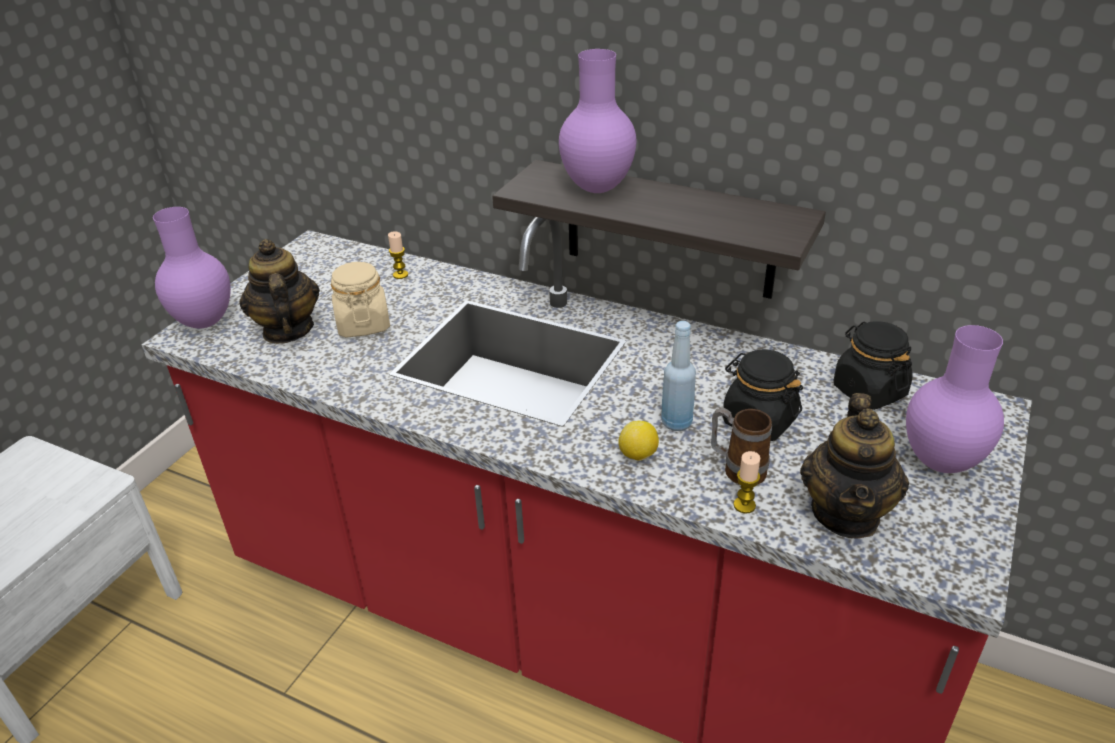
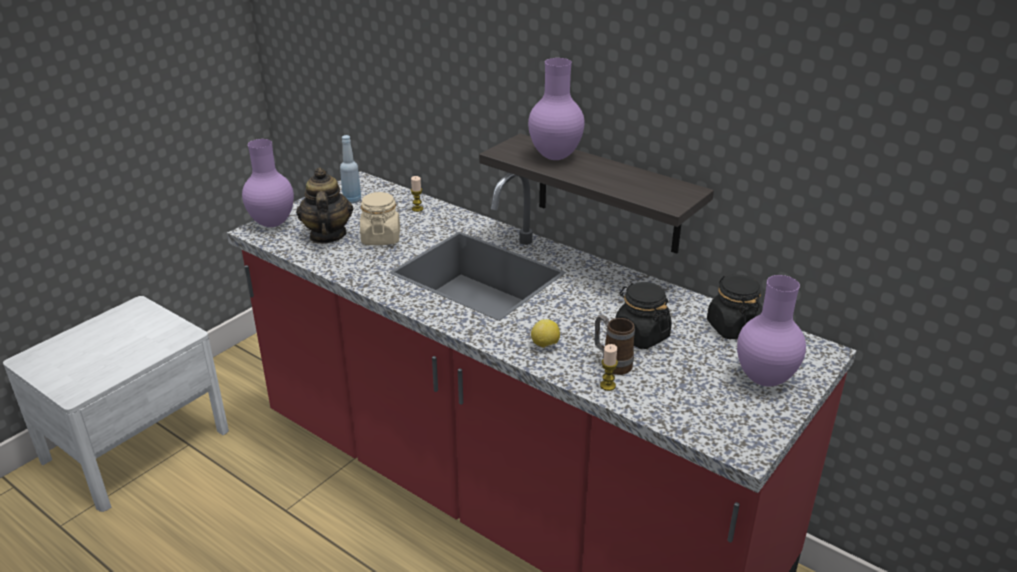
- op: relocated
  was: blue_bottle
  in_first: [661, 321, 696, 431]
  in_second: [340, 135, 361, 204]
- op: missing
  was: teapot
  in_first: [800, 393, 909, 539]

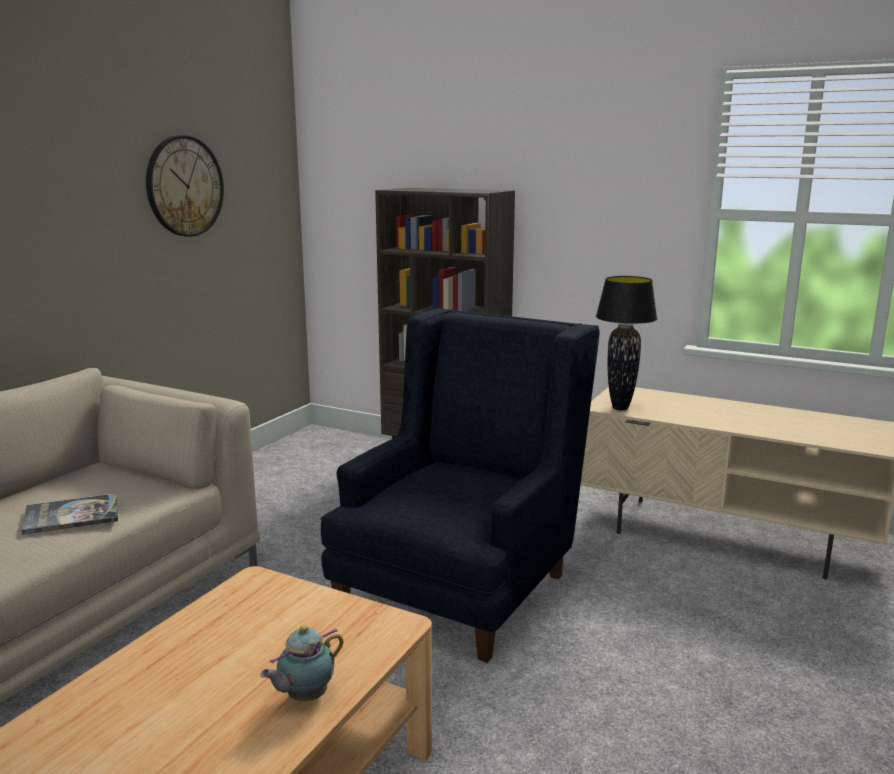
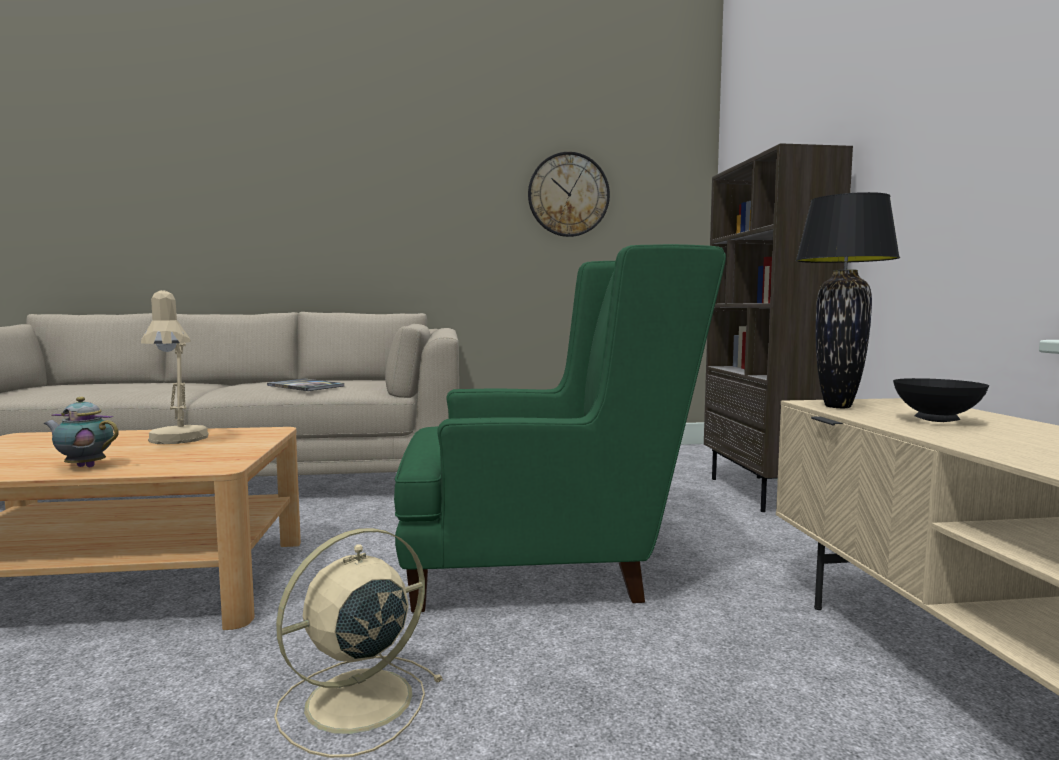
- op: colour
  was: blue_armchair
  now: green_armchair
  in_first: [321, 308, 600, 663]
  in_second: [394, 244, 726, 612]
- op: appeared
  now: beige_table_lamp
  in_second: [141, 290, 208, 444]
- op: appeared
  now: beige_fan
  in_second: [274, 528, 443, 758]
- op: appeared
  now: black_bowl
  in_second: [893, 378, 989, 422]

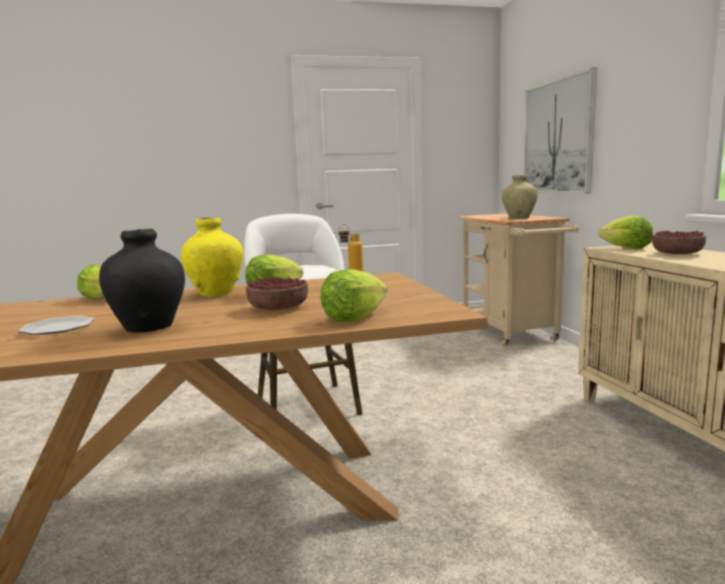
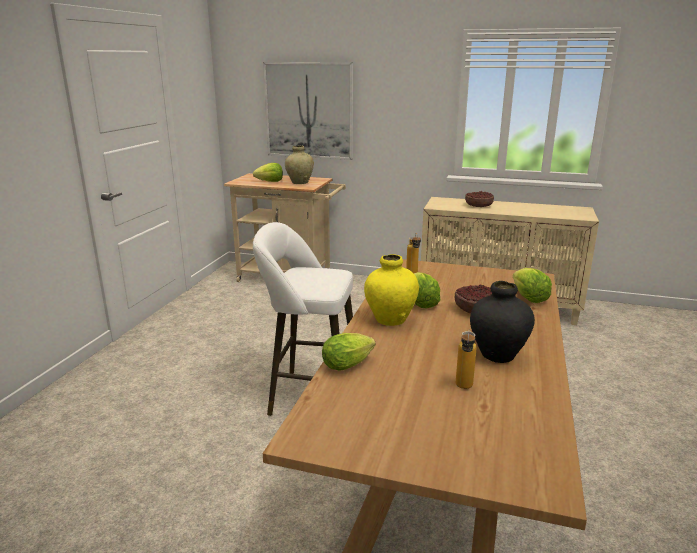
- op: exchanged
  was: plate
  now: bottle
  in_first: [18, 316, 94, 335]
  in_second: [456, 331, 477, 389]
- op: relocated
  was: lettuce
  in_first: [598, 216, 653, 249]
  in_second: [253, 163, 283, 182]

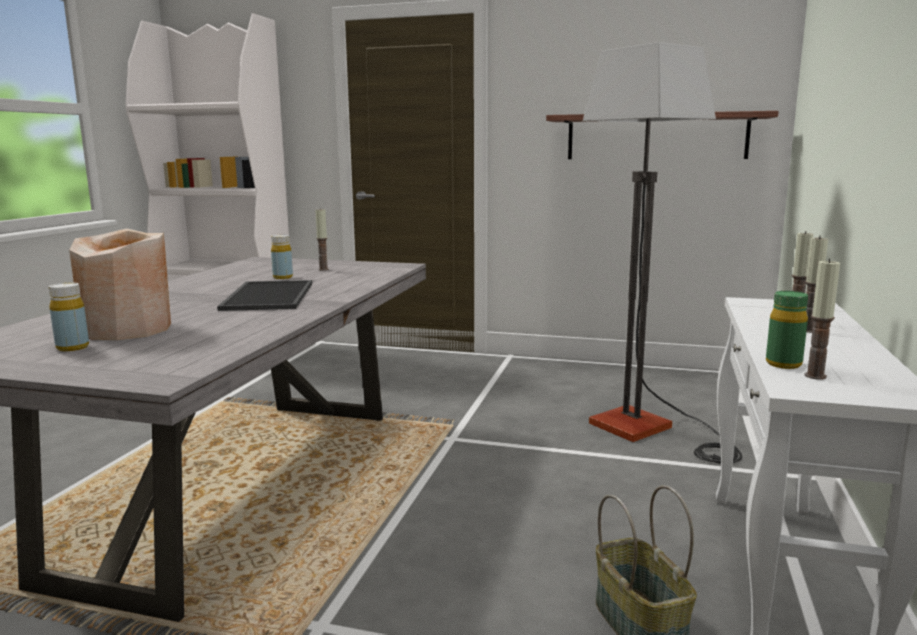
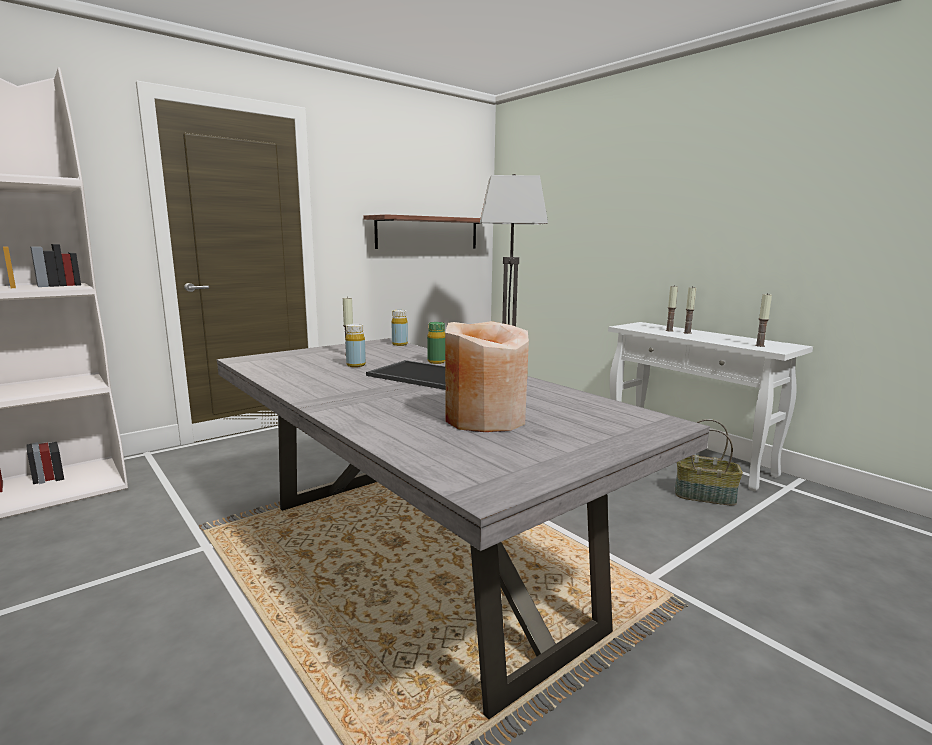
- op: relocated
  was: yellow_bottle
  in_first: [49, 283, 89, 351]
  in_second: [392, 310, 408, 346]
- op: relocated
  was: green_bottle
  in_first: [766, 291, 808, 369]
  in_second: [427, 322, 445, 364]

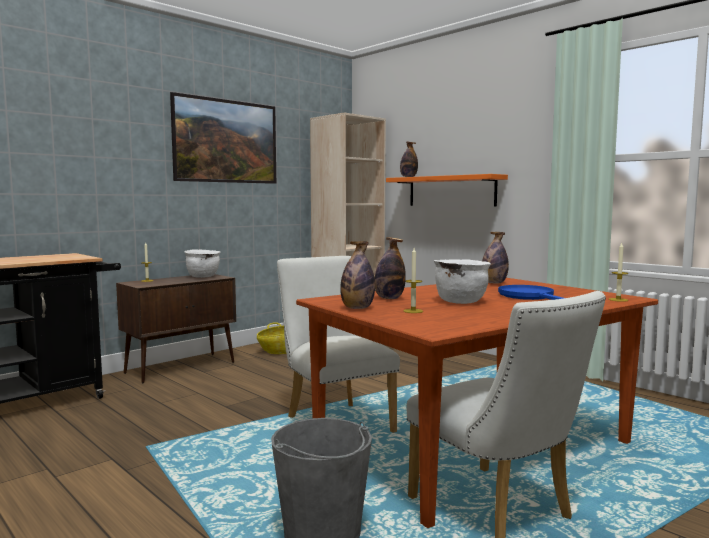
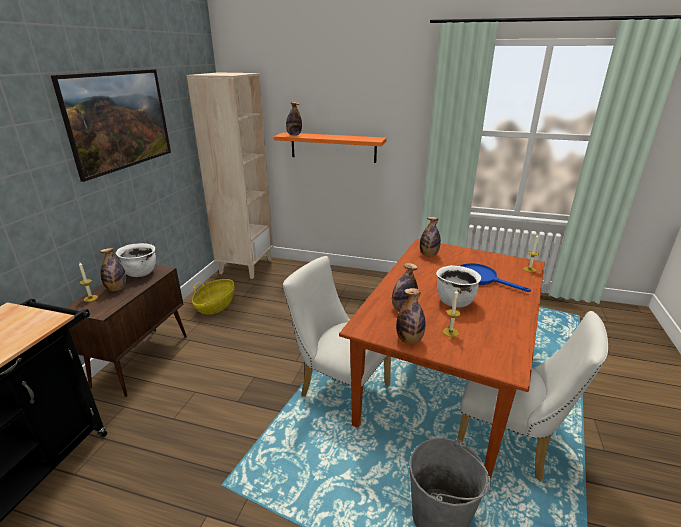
- op: appeared
  now: bottle
  in_second: [100, 248, 127, 291]

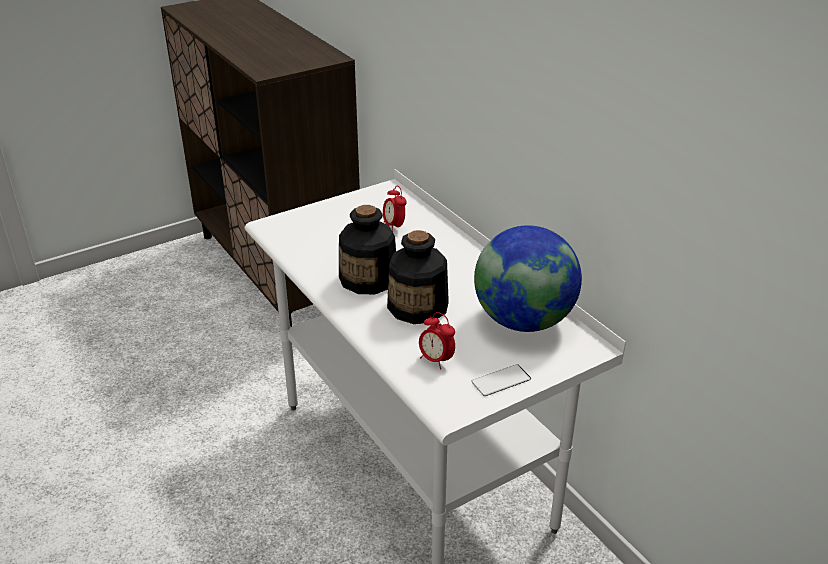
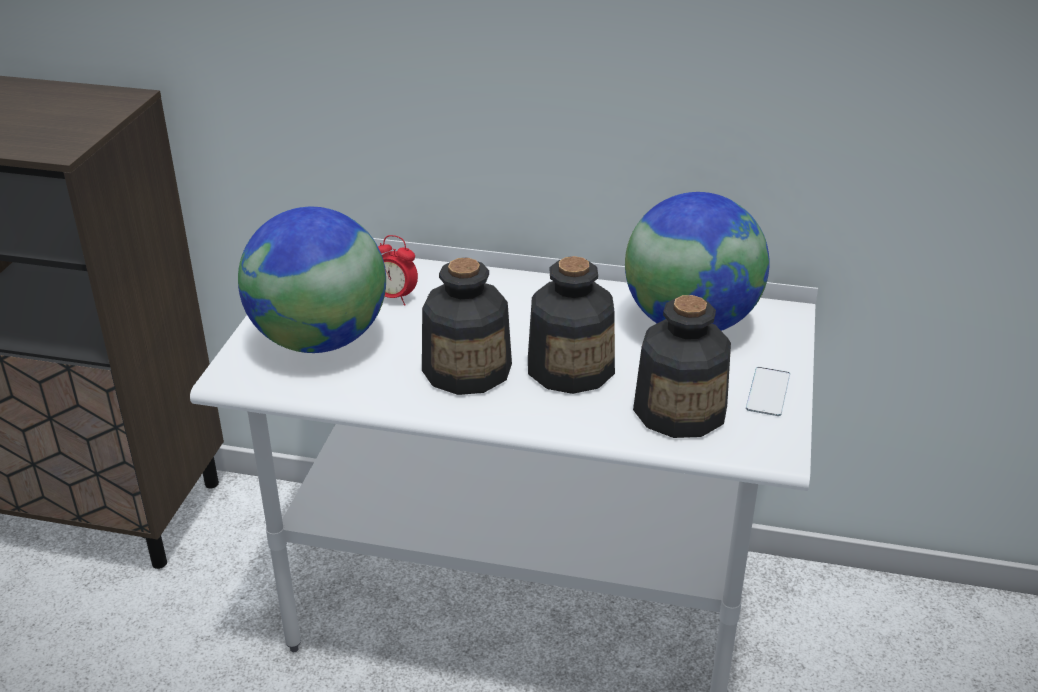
- op: exchanged
  was: alarm_clock
  now: bottle
  in_first: [419, 312, 455, 370]
  in_second: [633, 295, 731, 438]
- op: appeared
  now: globe
  in_second: [238, 207, 386, 353]

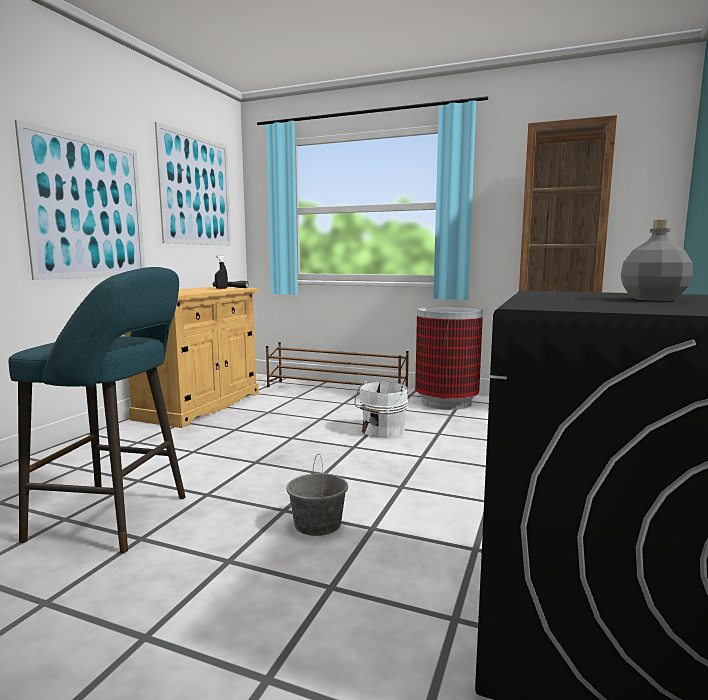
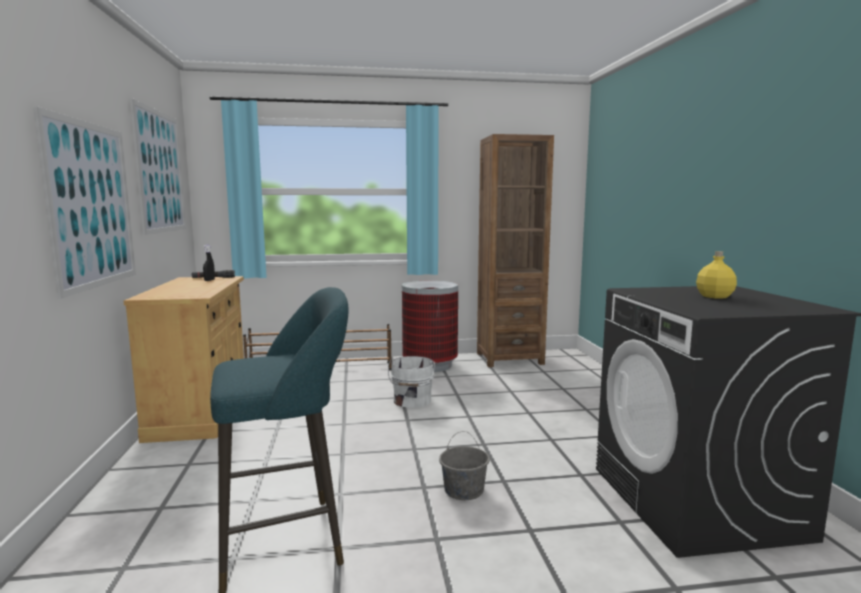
- op: colour
  was: grey_bottle
  now: yellow_bottle
  in_first: [621, 220, 693, 301]
  in_second: [696, 251, 737, 299]

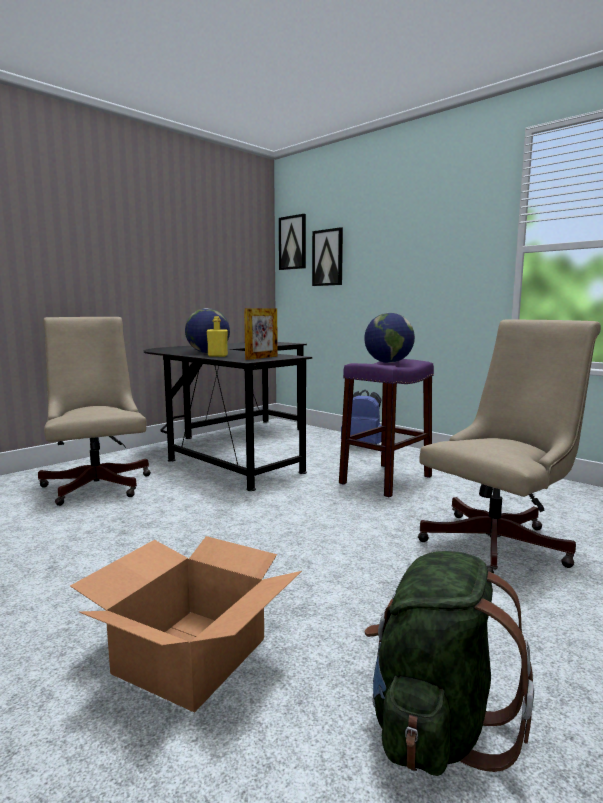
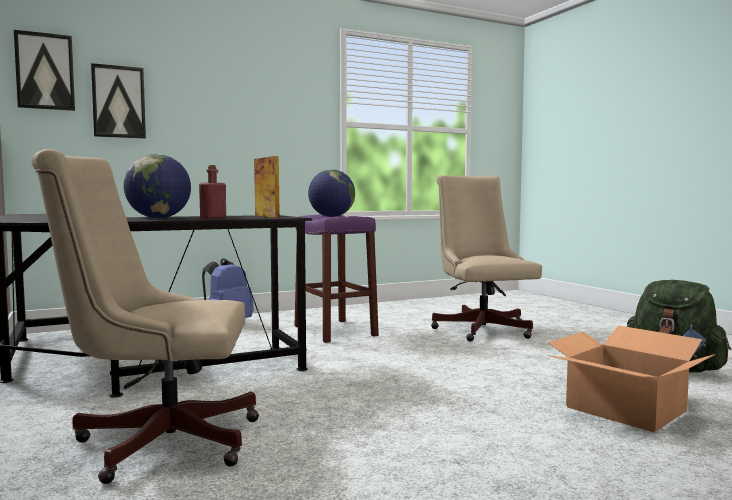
- op: colour
  was: yellow_bottle
  now: red_bottle
  in_first: [206, 316, 228, 357]
  in_second: [199, 165, 226, 219]

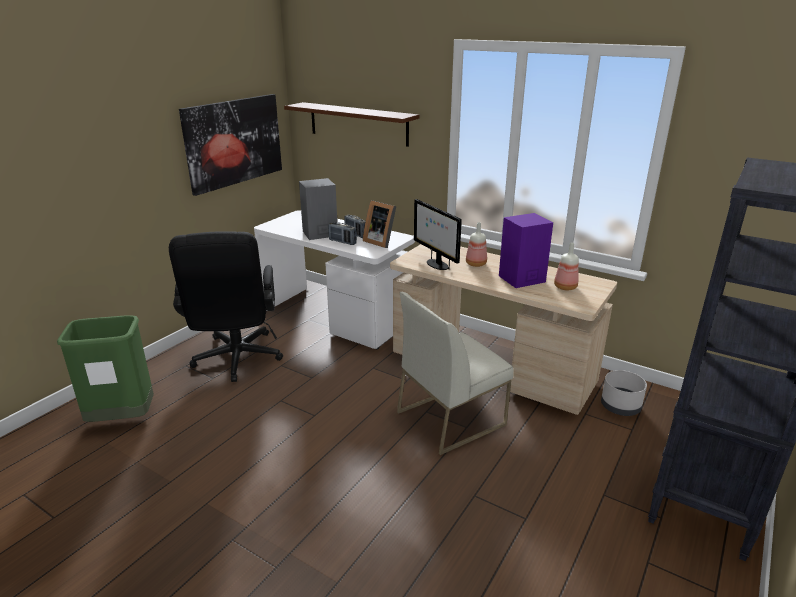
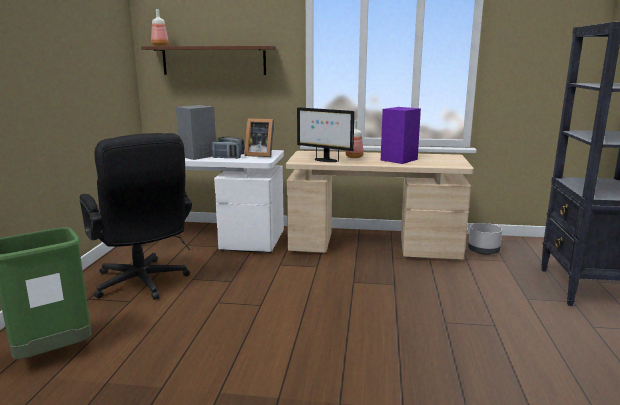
- op: missing
  was: picture
  in_first: [179, 94, 282, 196]
- op: missing
  was: white_chair
  in_first: [397, 292, 514, 455]
- op: relocated
  was: bottle
  in_first: [554, 242, 579, 290]
  in_second: [151, 9, 169, 46]

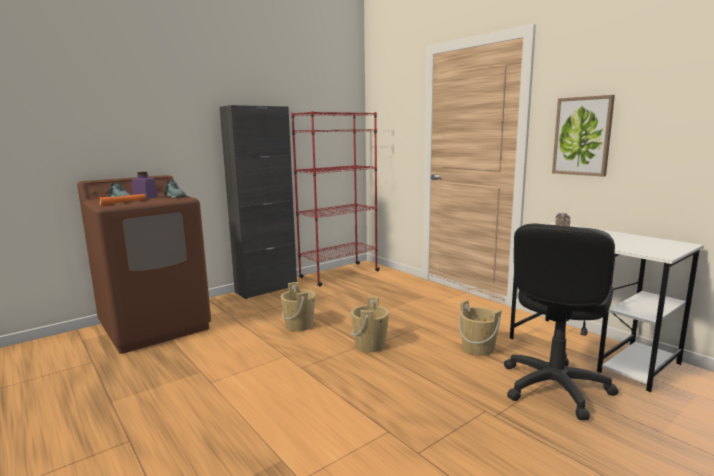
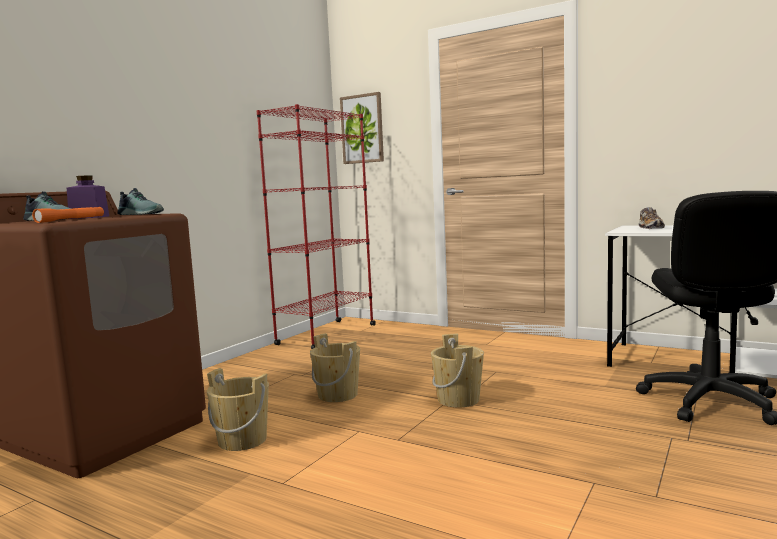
- op: missing
  was: black_cabinet
  in_first: [220, 105, 297, 299]
- op: relocated
  was: beige_bucket
  in_first: [459, 300, 502, 356]
  in_second: [207, 368, 269, 451]
- op: relocated
  was: picture
  in_first: [552, 95, 615, 177]
  in_second: [340, 92, 384, 164]

